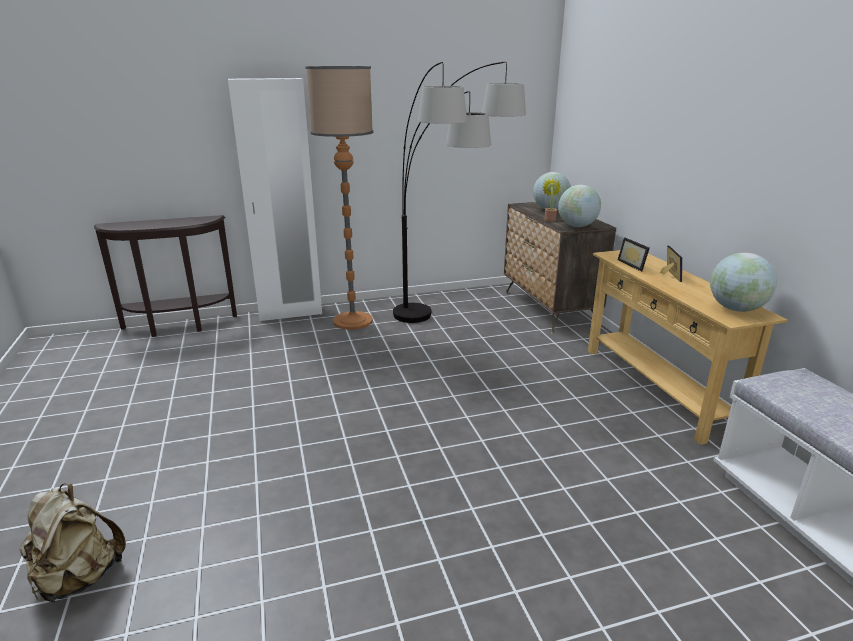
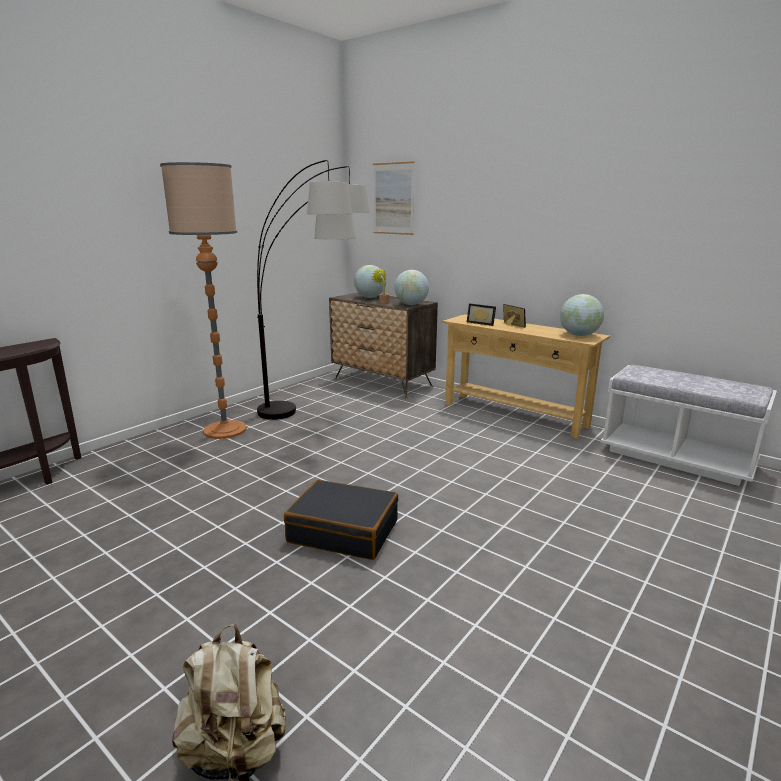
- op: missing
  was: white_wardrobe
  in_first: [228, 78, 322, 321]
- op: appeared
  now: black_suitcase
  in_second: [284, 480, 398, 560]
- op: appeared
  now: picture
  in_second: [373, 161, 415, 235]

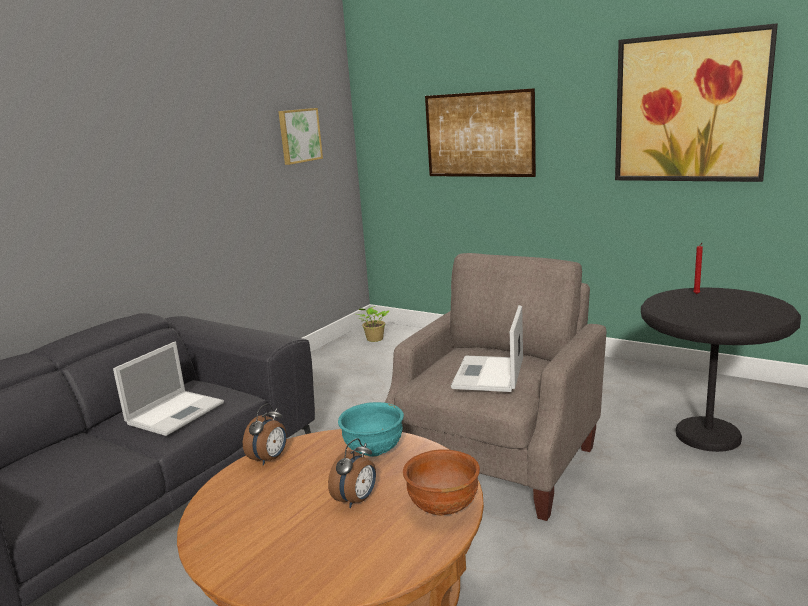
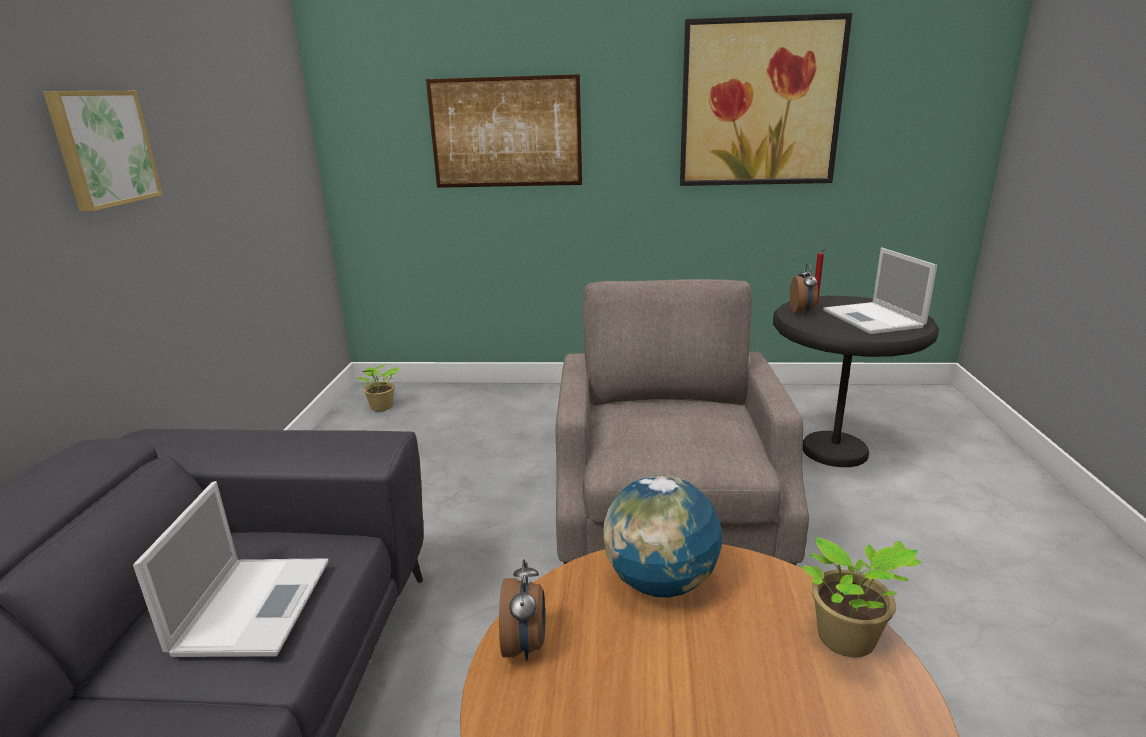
- op: relocated
  was: picture
  in_first: [278, 108, 323, 165]
  in_second: [43, 91, 163, 212]
- op: relocated
  was: alarm_clock
  in_first: [328, 438, 376, 508]
  in_second: [790, 263, 818, 316]
- op: exchanged
  was: turquoise_bowl
  now: globe
  in_first: [338, 402, 404, 457]
  in_second: [603, 476, 722, 598]
- op: exchanged
  was: brown_bowl
  now: potted_plant
  in_first: [403, 450, 480, 516]
  in_second: [802, 537, 922, 657]
- op: relocated
  was: laptop
  in_first: [451, 305, 523, 392]
  in_second: [823, 248, 937, 334]

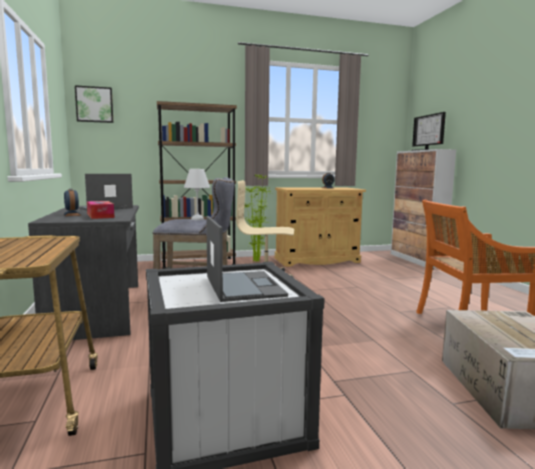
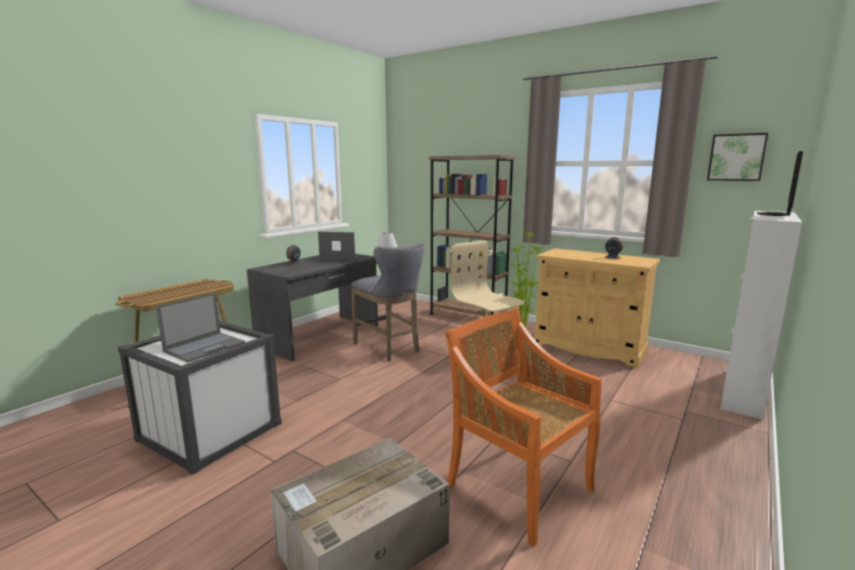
- op: relocated
  was: picture
  in_first: [75, 85, 113, 123]
  in_second: [707, 133, 768, 181]
- op: missing
  was: tissue_box
  in_first: [87, 201, 115, 219]

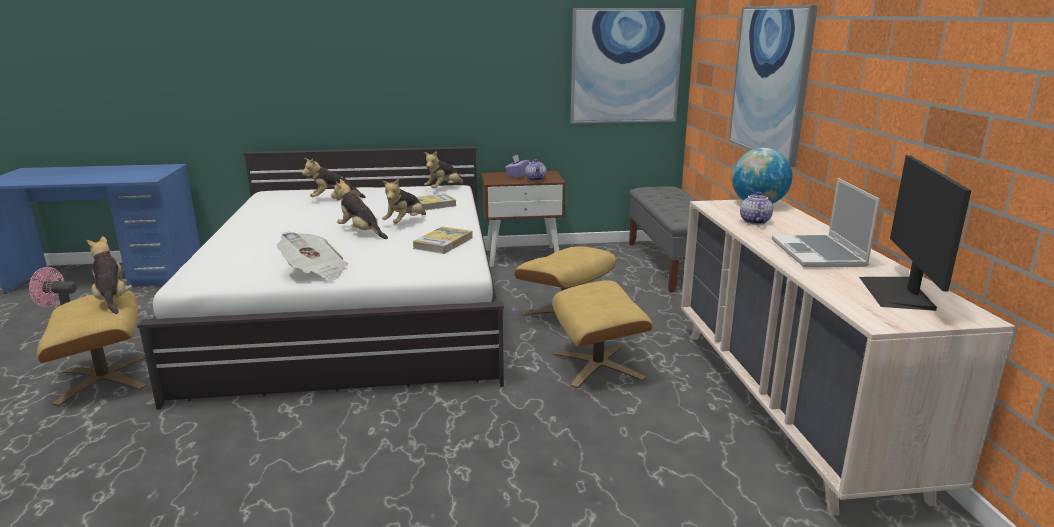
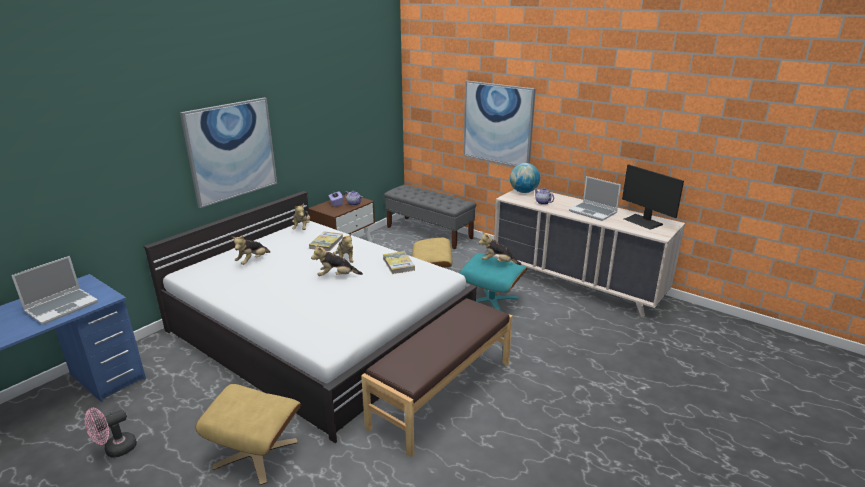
- op: relocated
  was: plush_toy
  in_first: [86, 236, 133, 314]
  in_second: [478, 232, 521, 265]
- op: missing
  was: newspaper
  in_first: [277, 232, 348, 280]
- op: colour
  was: beige_ottoman
  now: turquoise_ottoman
  in_first: [552, 280, 653, 388]
  in_second: [459, 254, 527, 311]
- op: relocated
  was: picture
  in_first: [570, 8, 684, 124]
  in_second: [180, 98, 277, 208]
- op: appeared
  now: laptop
  in_second: [11, 256, 98, 325]
- op: appeared
  now: brown_bench
  in_second: [361, 298, 513, 457]

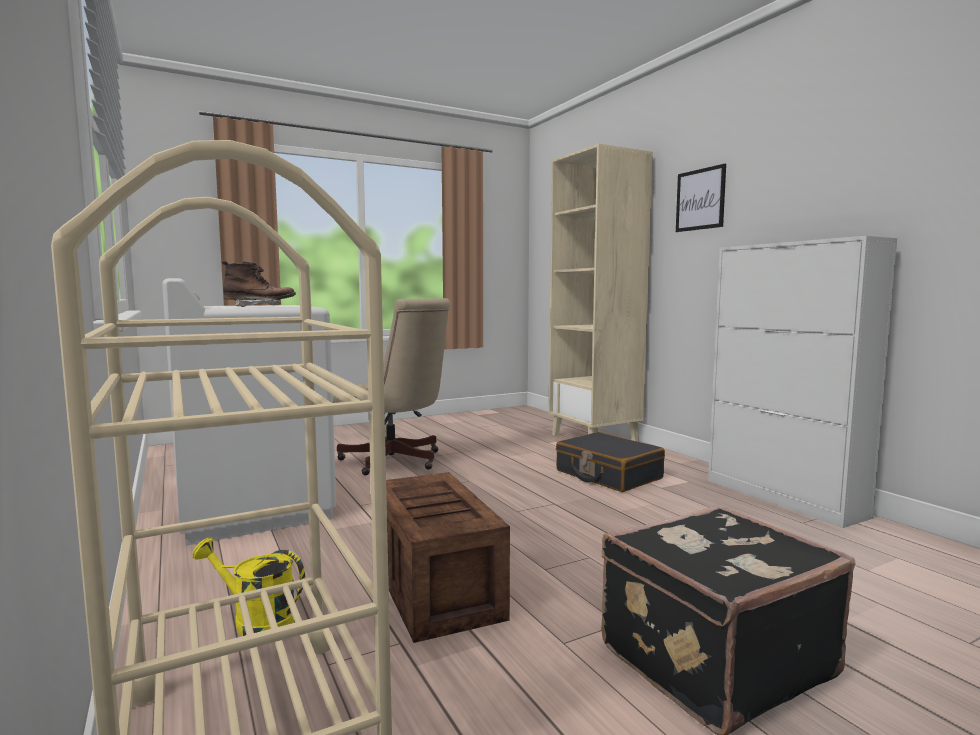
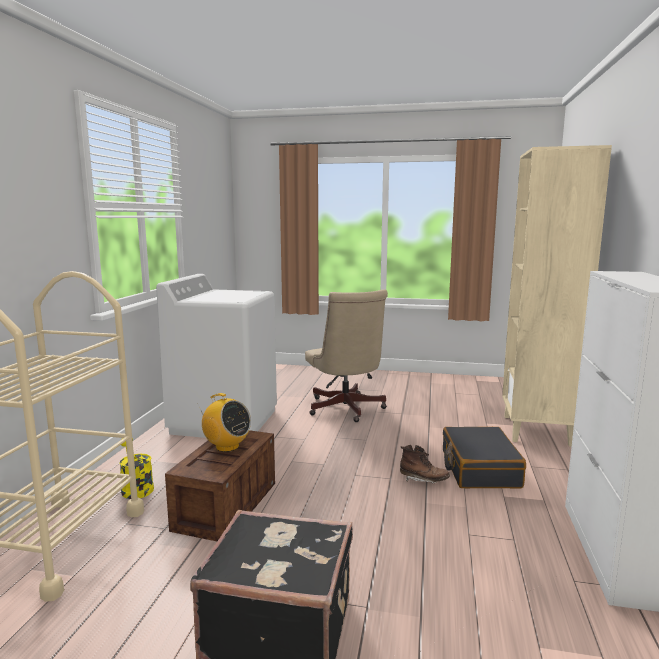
- op: relocated
  was: brown_boot
  in_first: [221, 261, 296, 307]
  in_second: [400, 445, 450, 484]
- op: missing
  was: picture
  in_first: [676, 164, 726, 232]
- op: appeared
  now: radio
  in_second: [197, 393, 251, 452]

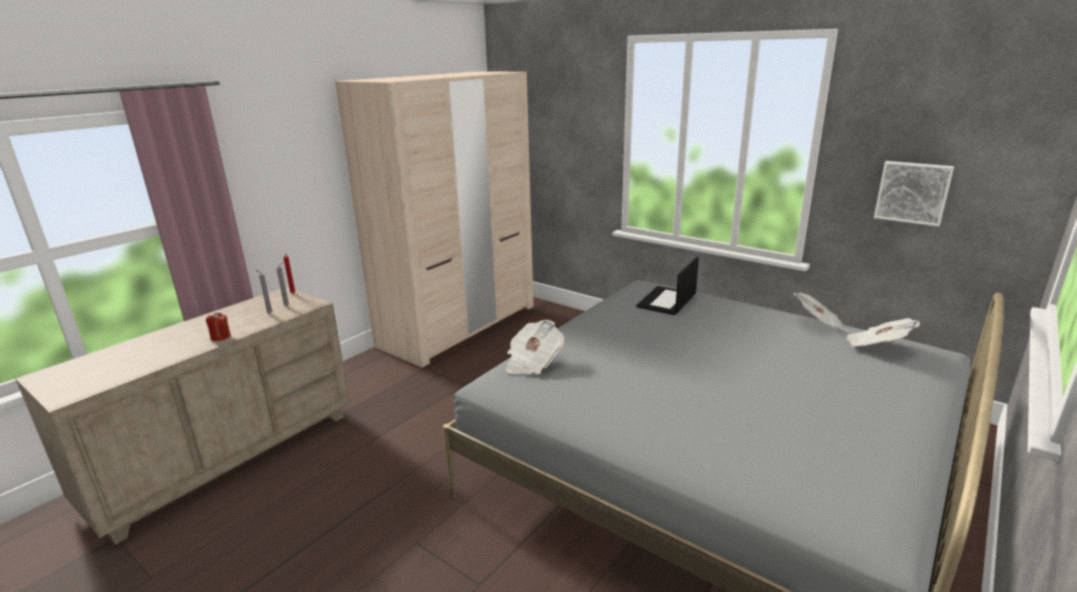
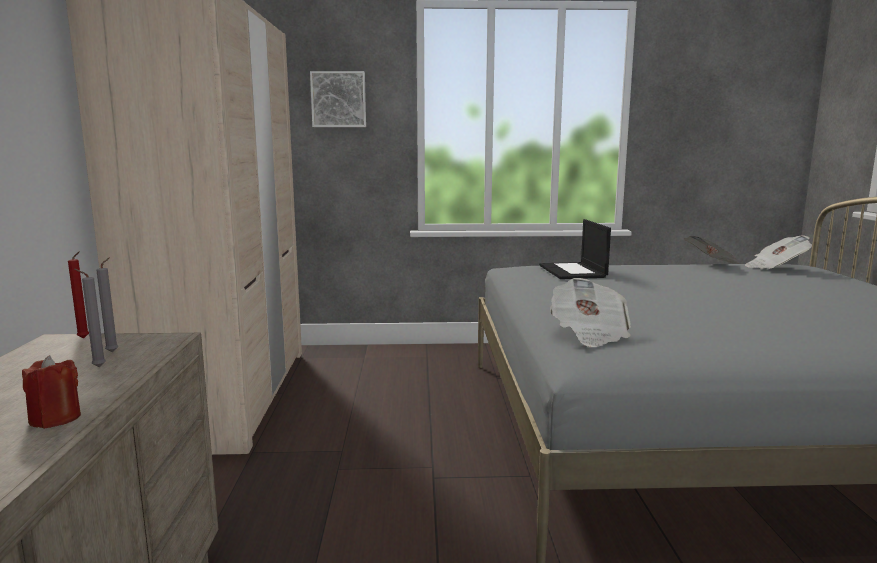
- op: relocated
  was: picture
  in_first: [874, 161, 954, 227]
  in_second: [310, 71, 366, 127]

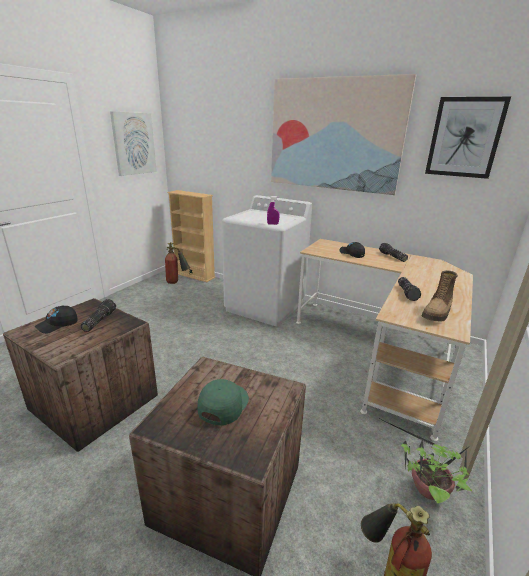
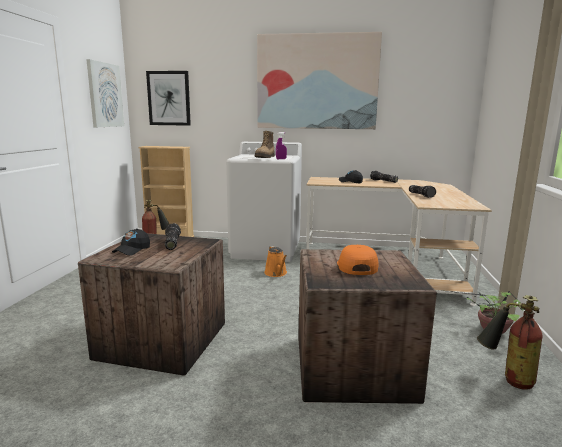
- op: colour
  was: green_cap
  now: orange_cap
  in_first: [197, 379, 249, 426]
  in_second: [337, 245, 378, 275]
- op: relocated
  was: boot
  in_first: [422, 270, 458, 322]
  in_second: [255, 131, 275, 158]
- op: relocated
  was: picture
  in_first: [425, 97, 511, 179]
  in_second: [146, 71, 191, 126]
- op: appeared
  now: orange_watering_can
  in_second: [264, 246, 287, 277]

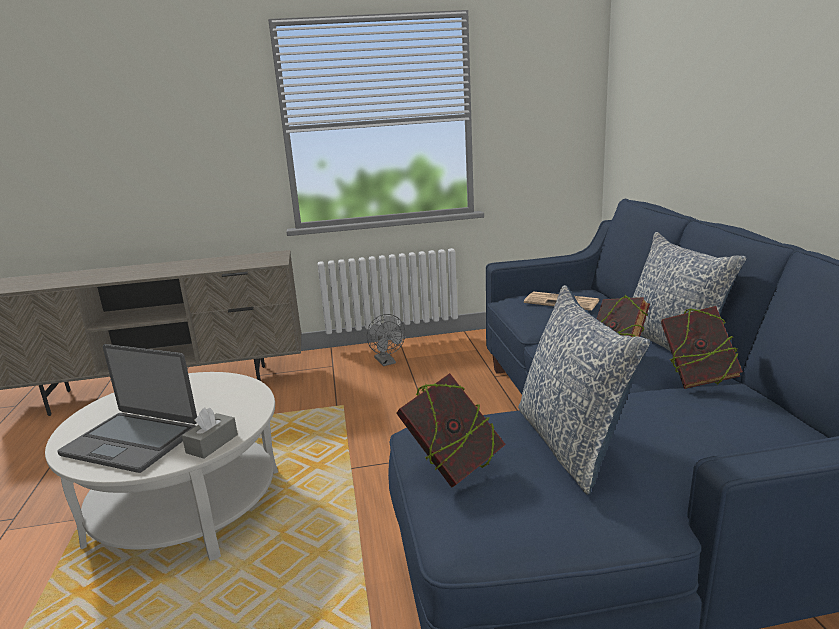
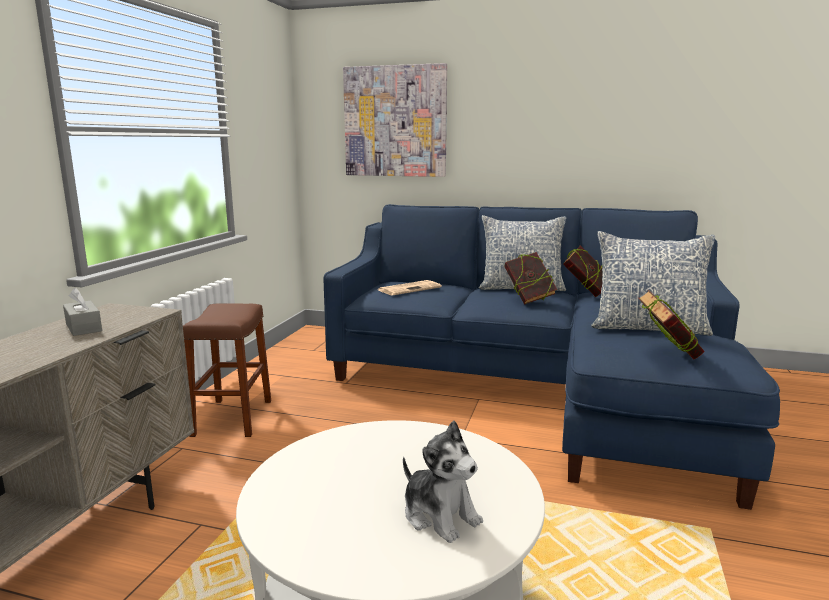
- op: exchanged
  was: laptop
  now: plush_toy
  in_first: [57, 344, 197, 473]
  in_second: [403, 421, 483, 543]
- op: relocated
  was: grey_tissue_box
  in_first: [182, 407, 238, 458]
  in_second: [63, 288, 102, 336]
- op: exchanged
  was: grey_fan
  now: brown_stool
  in_first: [367, 314, 405, 366]
  in_second: [183, 303, 271, 437]
- op: appeared
  now: picture
  in_second: [343, 63, 447, 177]

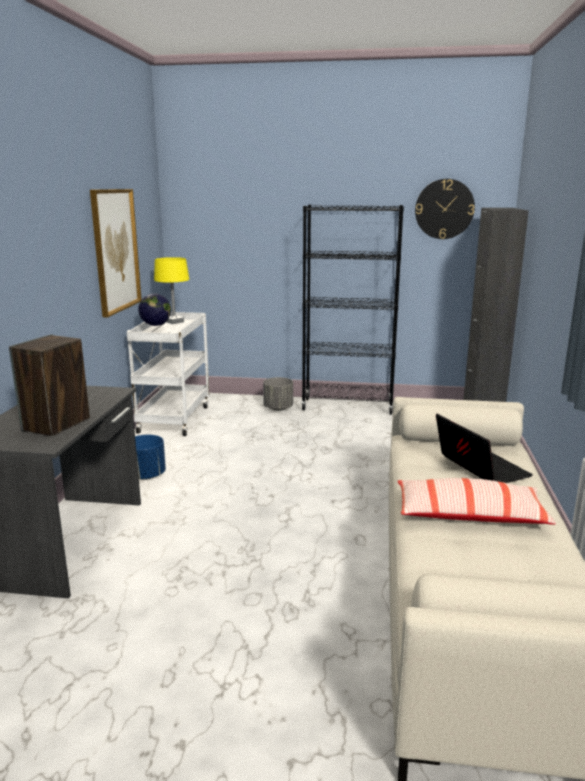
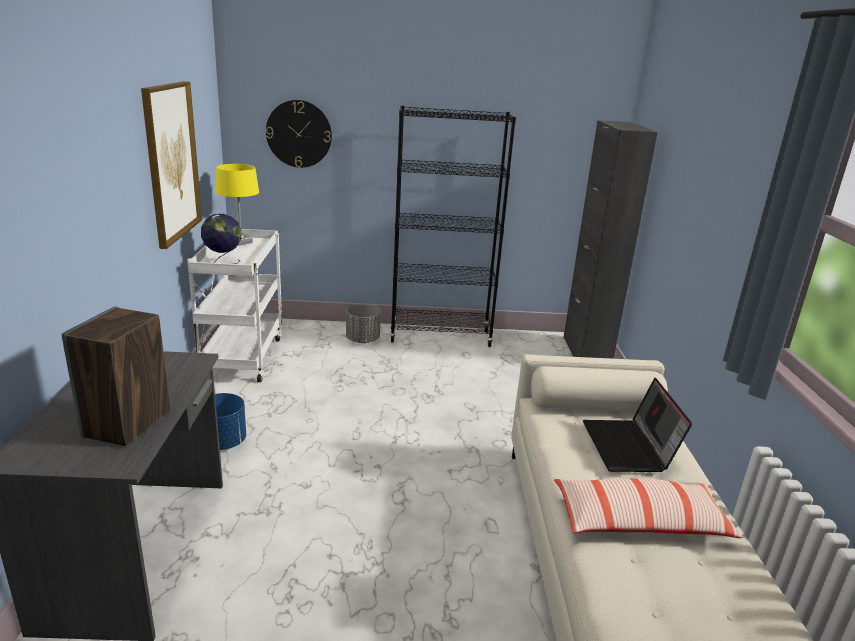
- op: relocated
  was: wall_clock
  in_first: [415, 179, 475, 239]
  in_second: [266, 100, 332, 168]
- op: spun
  was: laptop
  in_first: [436, 414, 533, 483]
  in_second: [583, 378, 692, 472]
  clockwise: -150

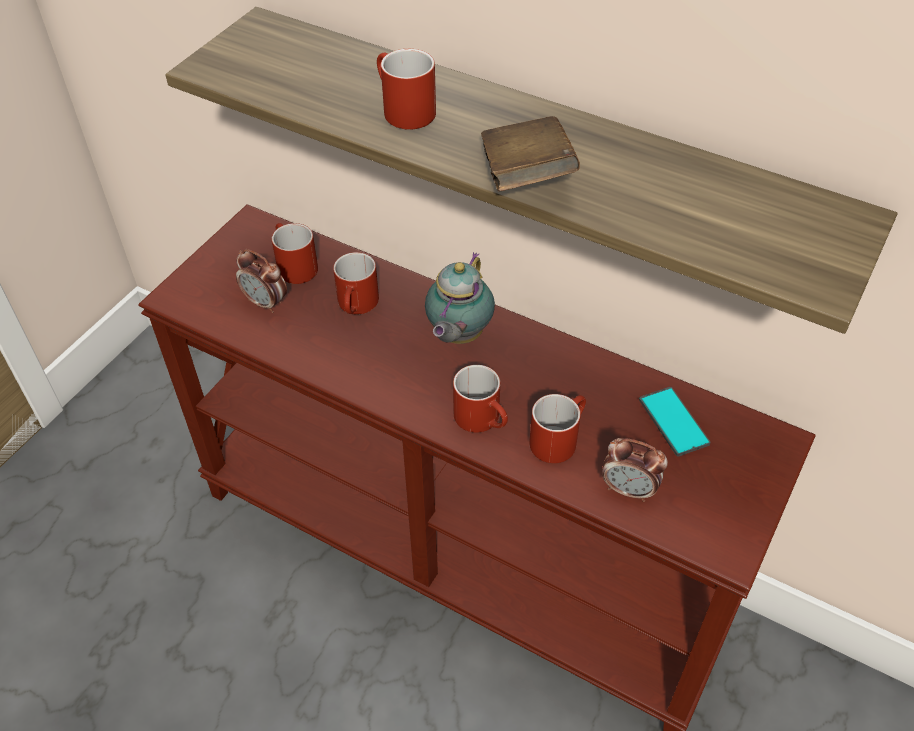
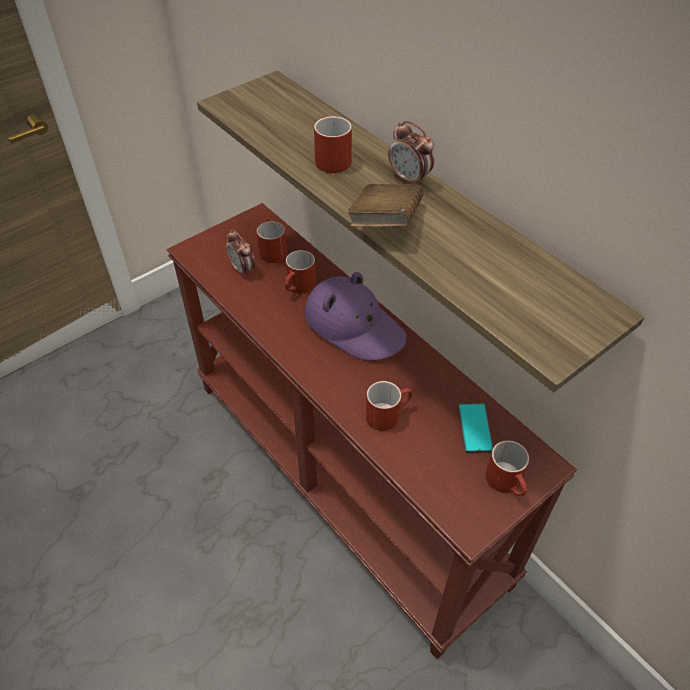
- op: exchanged
  was: teapot
  now: purple_hat
  in_first: [425, 252, 495, 344]
  in_second: [305, 272, 407, 361]
- op: relocated
  was: red_mug
  in_first: [453, 365, 508, 433]
  in_second: [485, 440, 529, 496]
- op: relocated
  was: alarm_clock
  in_first: [602, 438, 668, 502]
  in_second: [388, 121, 434, 185]

